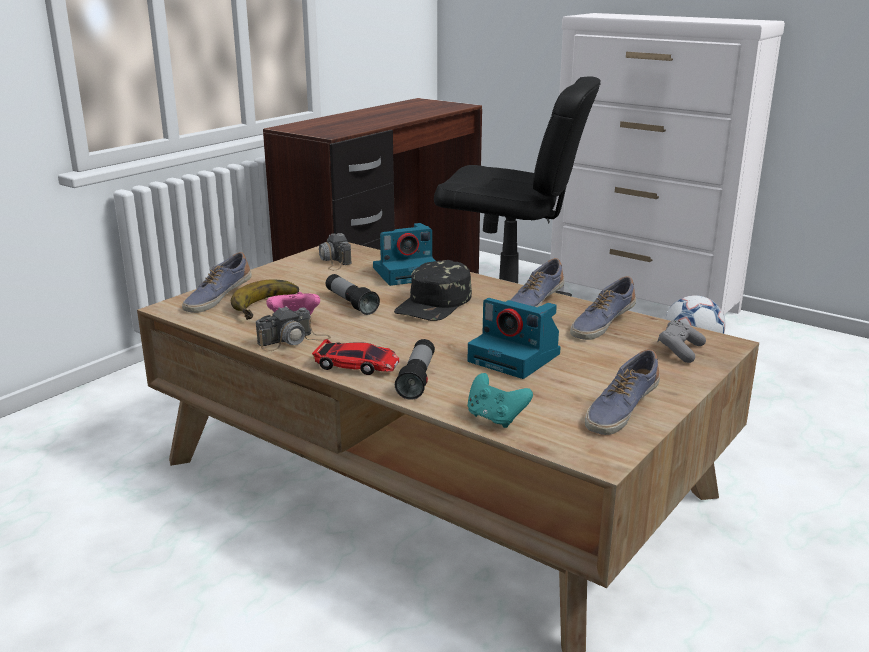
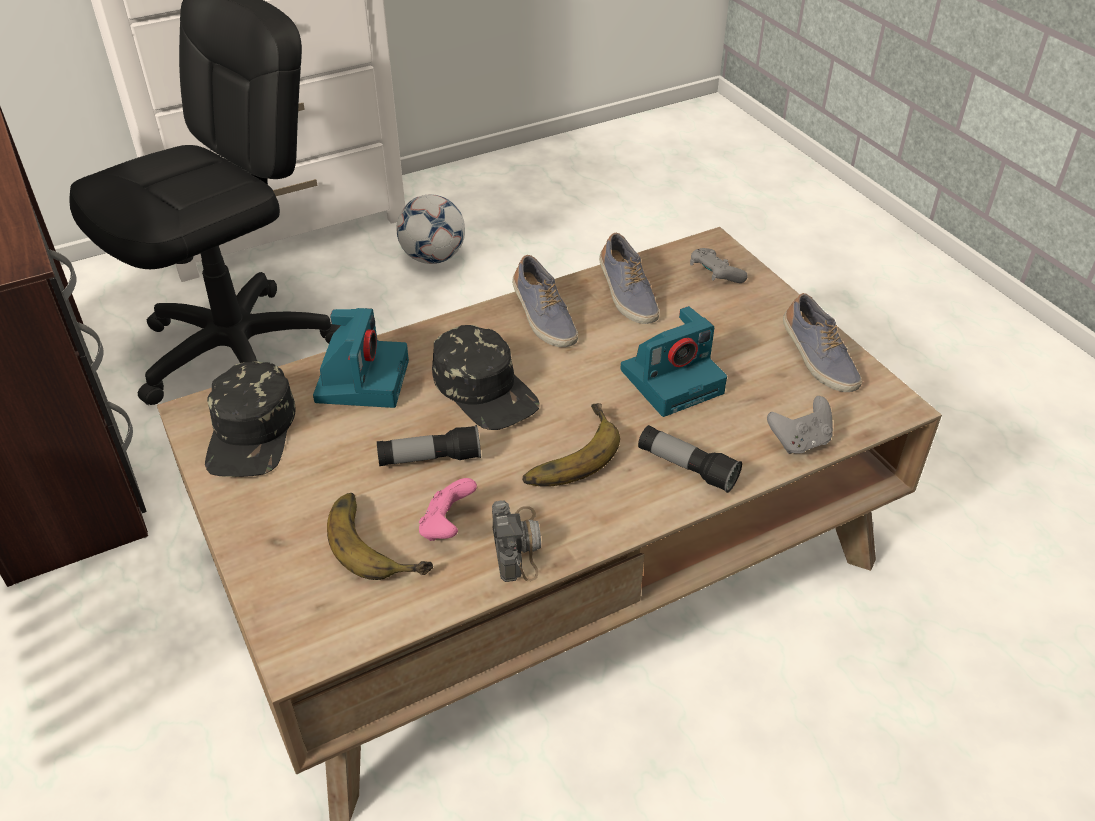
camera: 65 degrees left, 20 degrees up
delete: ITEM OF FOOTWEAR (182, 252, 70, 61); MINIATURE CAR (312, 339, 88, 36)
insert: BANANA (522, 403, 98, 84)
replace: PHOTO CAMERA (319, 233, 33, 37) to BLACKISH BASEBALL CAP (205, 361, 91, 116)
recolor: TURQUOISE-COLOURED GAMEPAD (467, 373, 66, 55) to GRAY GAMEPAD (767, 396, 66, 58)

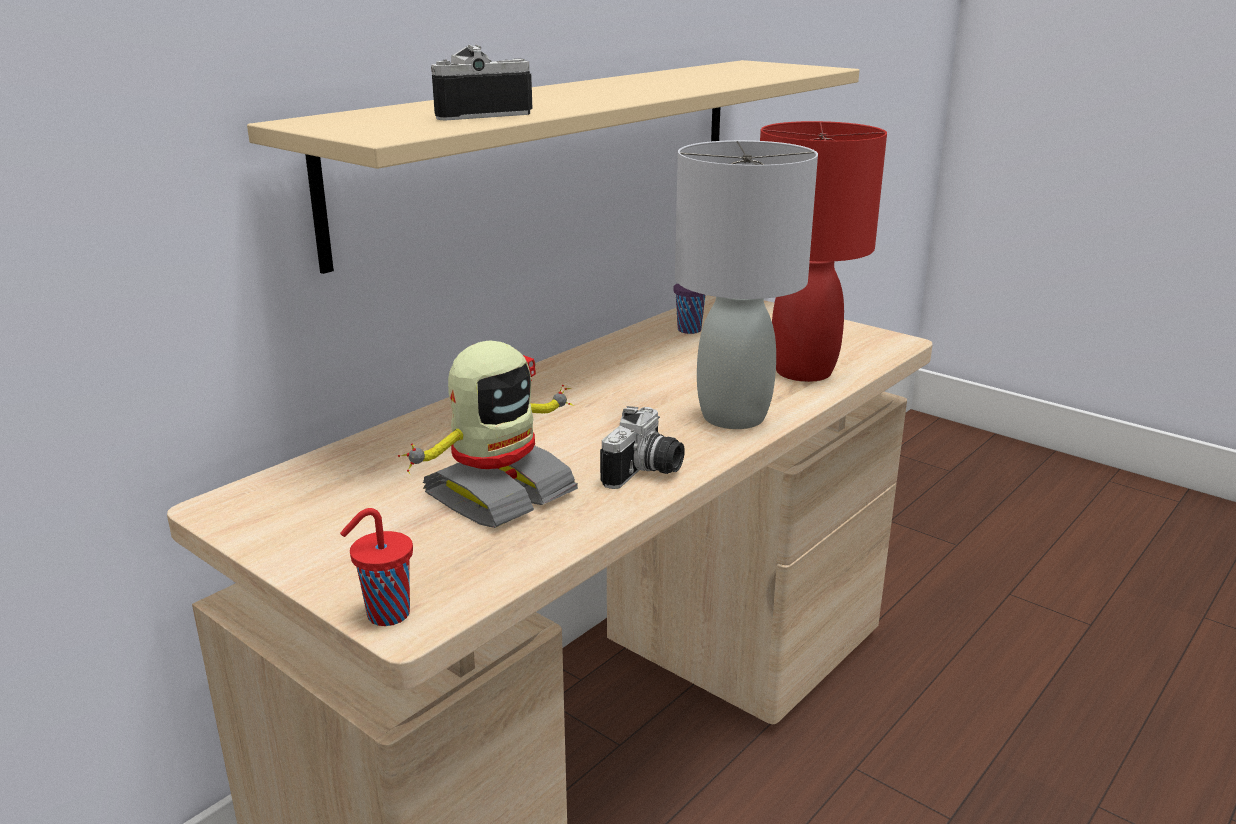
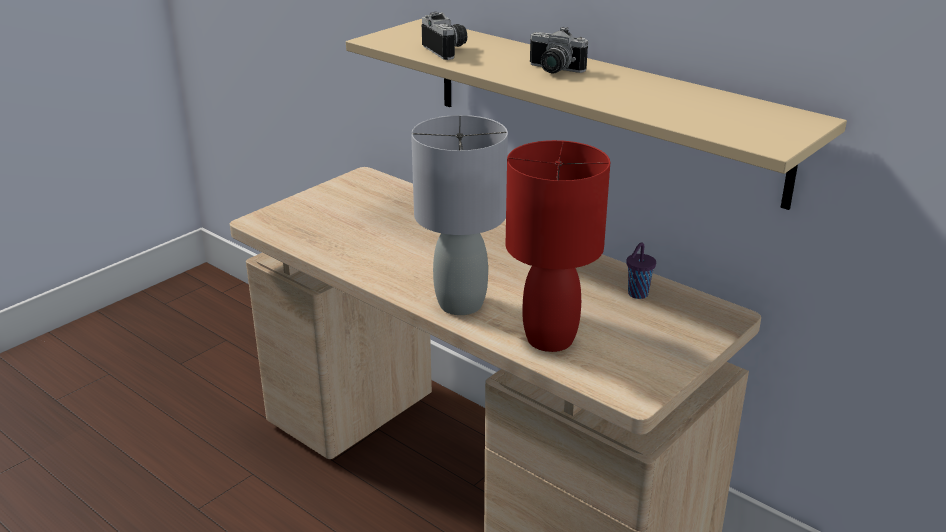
camera: 90 degrees right, 5 degrees up
delete: RED SMALL CUP (340, 508, 73, 118); MODEL ROBOT (398, 340, 180, 188)
move: PHOTO CAMERA (600, 406, 85, 83) to (530, 27, 58, 46)

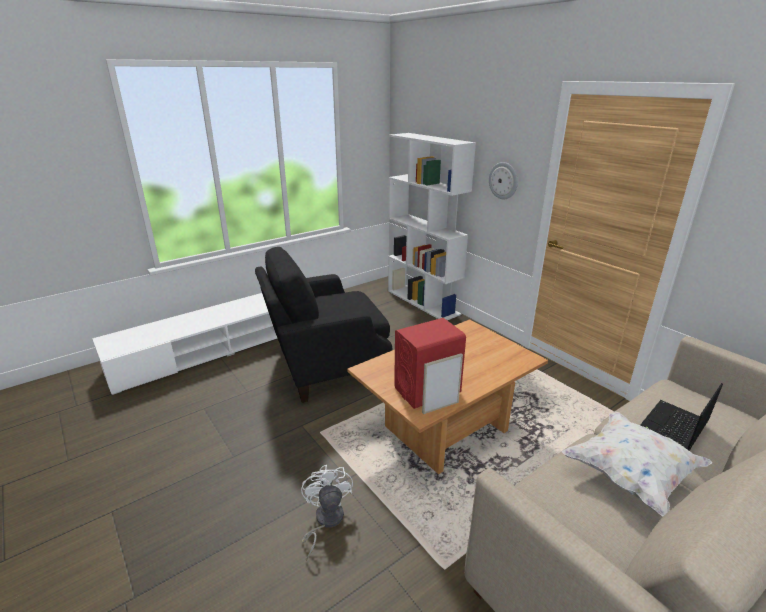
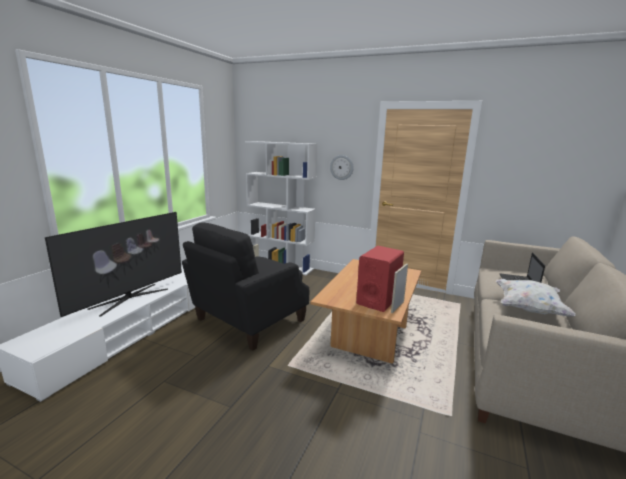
camera: 30 degrees left, 10 degrees down
delete: WHITE-COLOURED ELECTRIC FAN (301, 464, 52, 97)
insert: TV SET (45, 212, 137, 105)

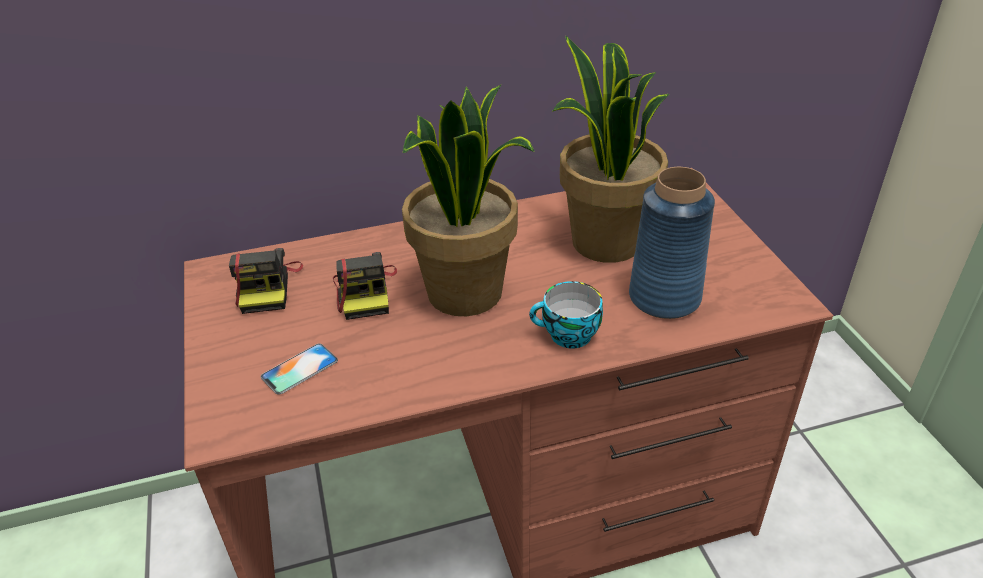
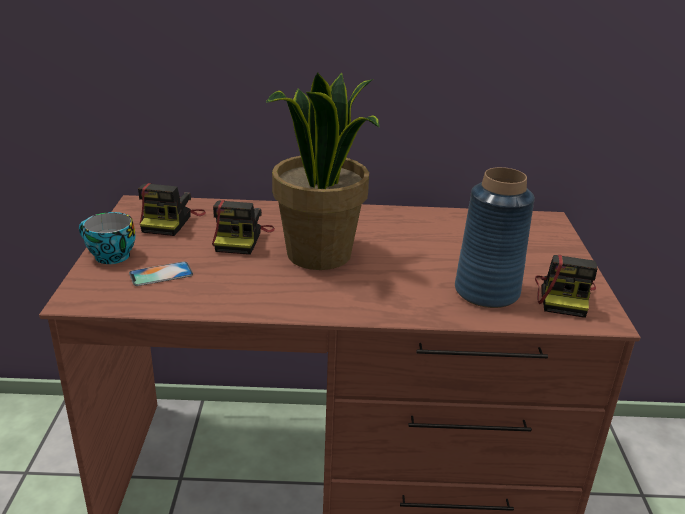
camera: 15 degrees right, 10 degrees down
delete: POTTED PLANT (552, 36, 118, 227)
insert: PHOTO CAMERA (535, 255, 62, 63)
move: SMALL CUP (529, 281, 74, 67) to (79, 212, 57, 52)

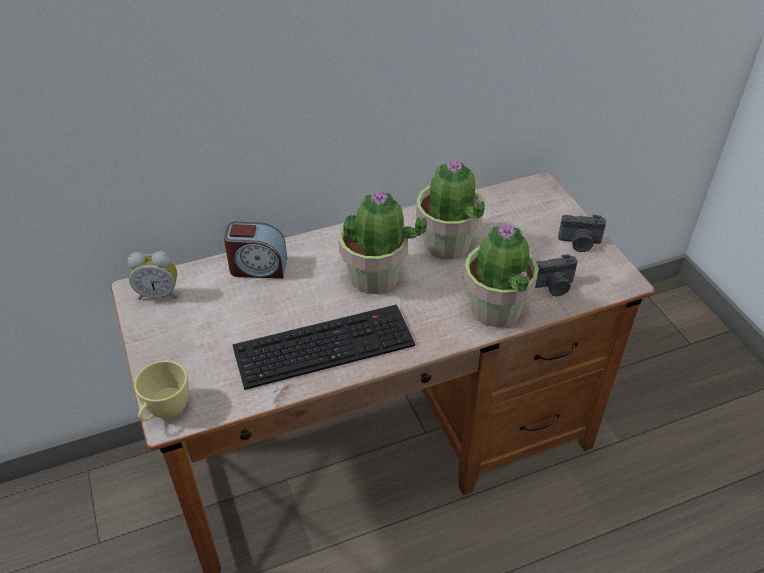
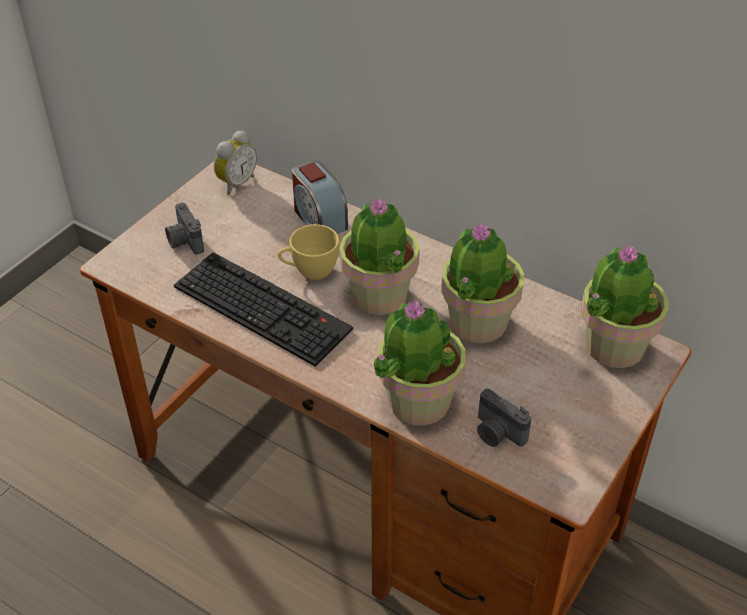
camera: 55 degrees right, 0 degrees up
insert: POTTED PLANT (581, 244, 88, 124)
move: YELLOW SMALL CUP (134, 361, 55, 61) to (278, 224, 61, 56); PHOTO CAMERA (558, 215, 48, 37) to (165, 203, 39, 51)
rotate: BEDSIDE CLOCK (128, 251, 49, 49) = (214, 130, 43, 65) 105 degrees counterclockwise

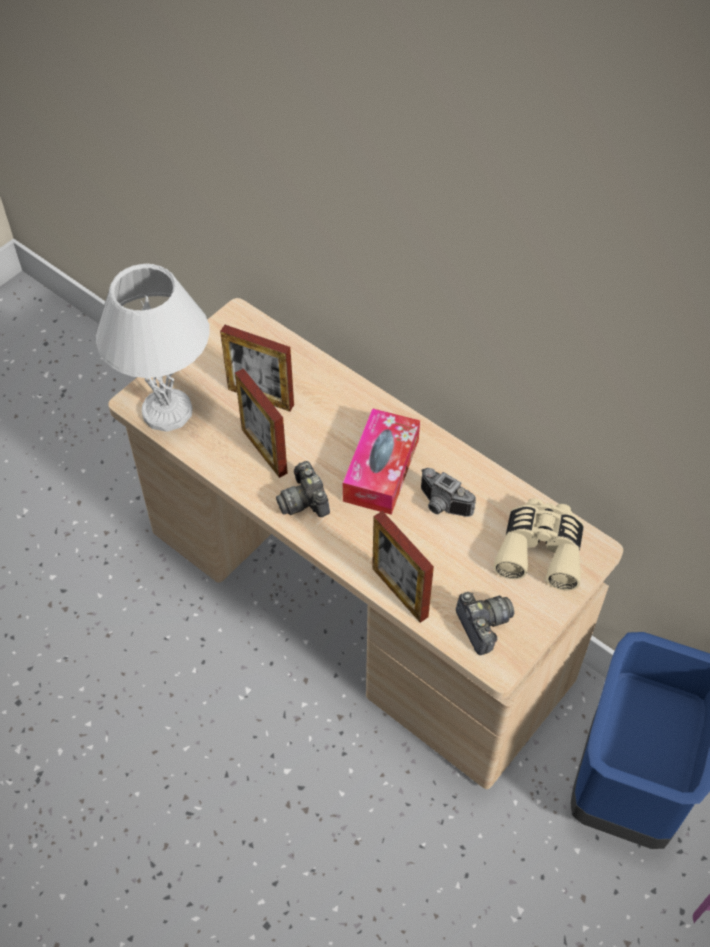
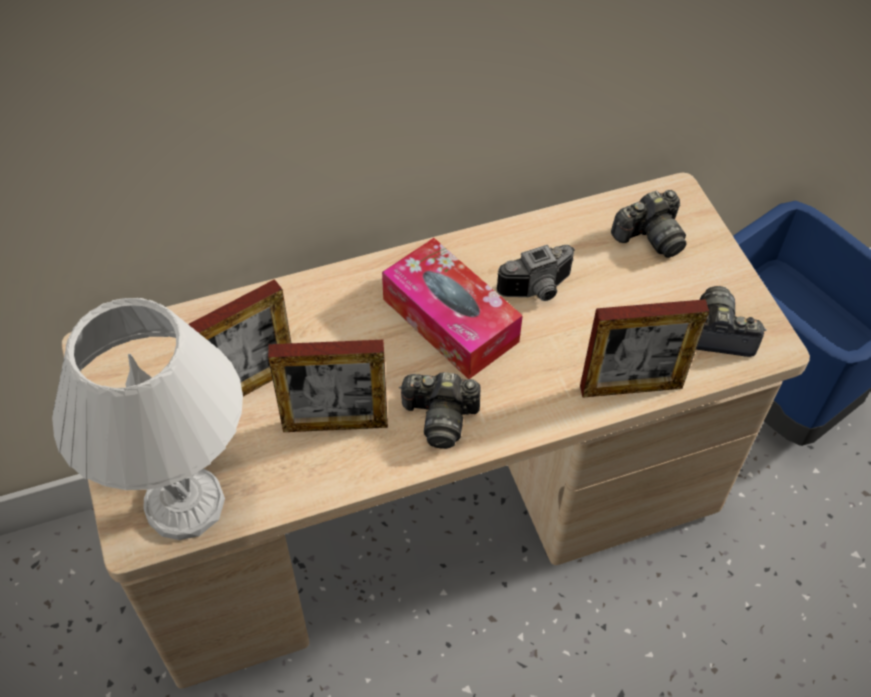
camera: 60 degrees left, 0 degrees up
replace: SAND-COLOURED FIELD GLASSES (494, 498, 90, 92) to PHOTO CAMERA (611, 190, 75, 68)

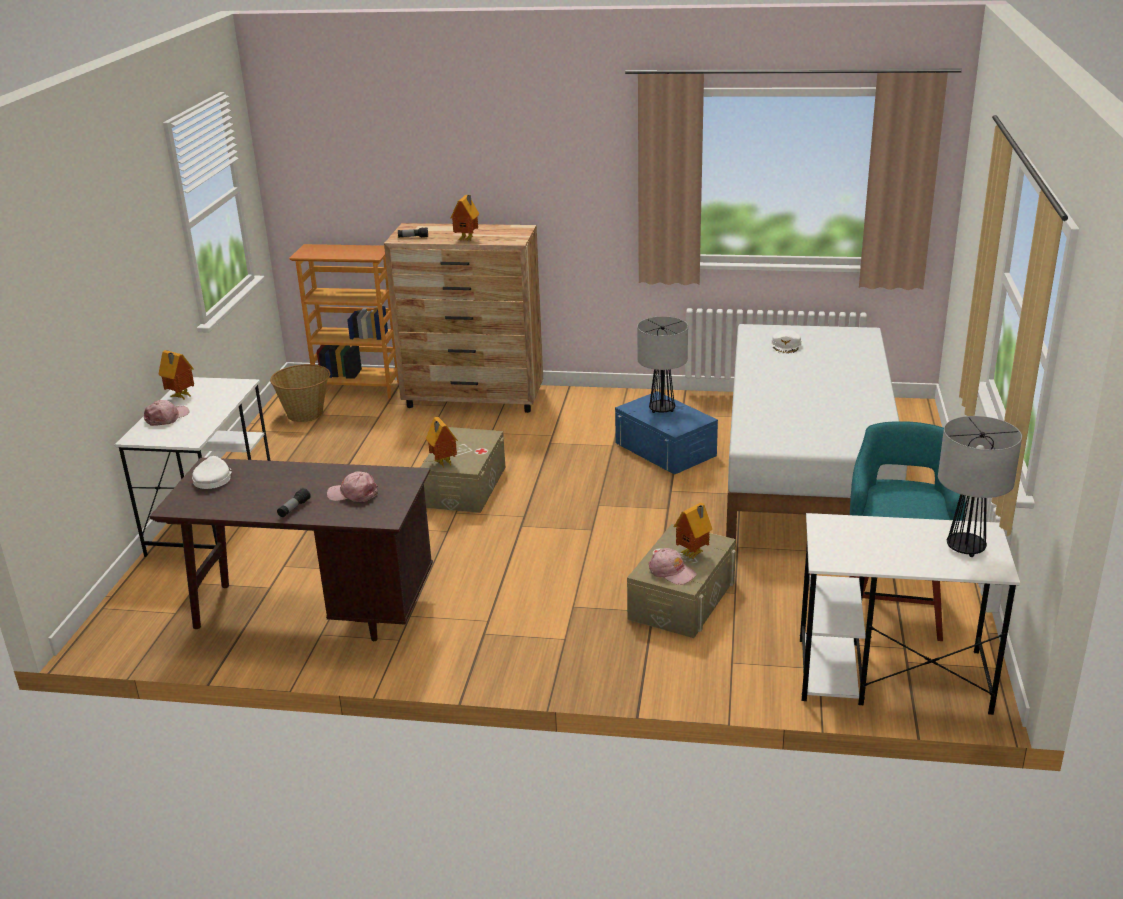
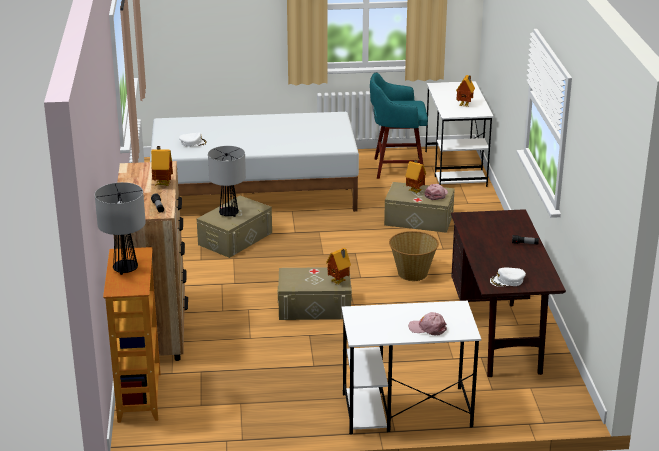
camera: 105 degrees left, 0 degrees up
delete: PINK BASEBALL CAP (327, 471, 51, 31)
move: MODEL HOUSE (158, 350, 36, 49) to (456, 75, 19, 31); STORAGE BASKET (270, 364, 60, 58) to (389, 231, 50, 50); TABLE LAMP (938, 416, 84, 141) to (95, 182, 51, 93)
recolor: BLUISH STORAGE BIN (615, 391, 103, 84) to SAND-COLOURED STORAGE BIN (197, 195, 75, 63)

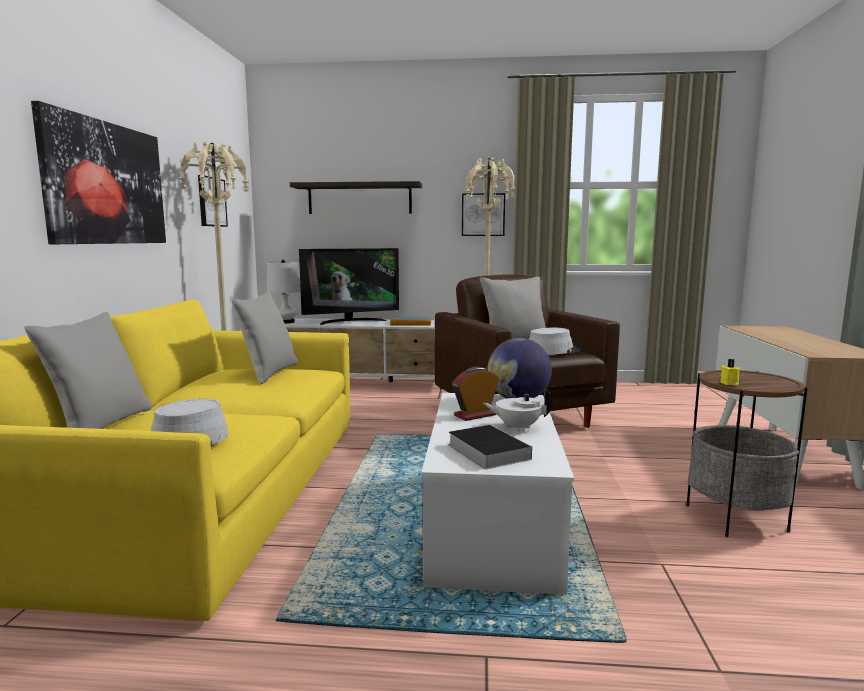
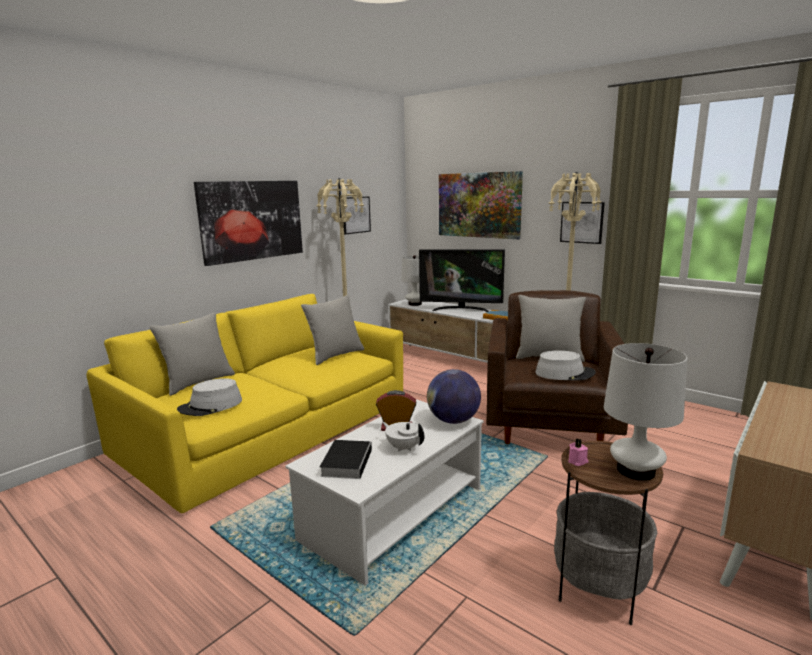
camera: 35 degrees right, 5 degrees up
insert: WHITE-COLOURED TABLE LAMP (604, 343, 83, 138)
replace: BRACKET SHELF (290, 181, 132, 33) to WALL ART (439, 171, 84, 68)
recolor: YELLOW CANDLE (720, 359, 20, 27) to PINK CANDLE (568, 438, 20, 28)

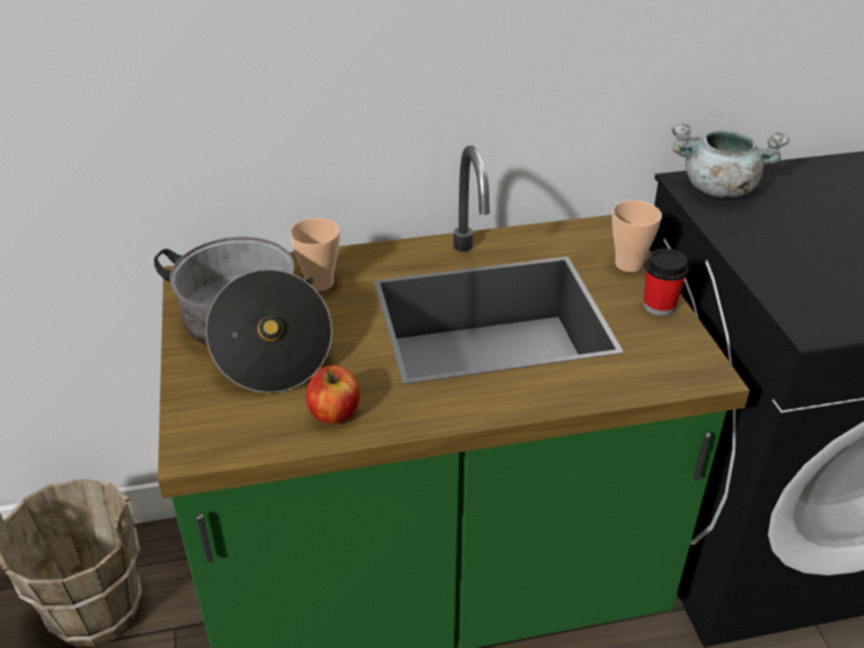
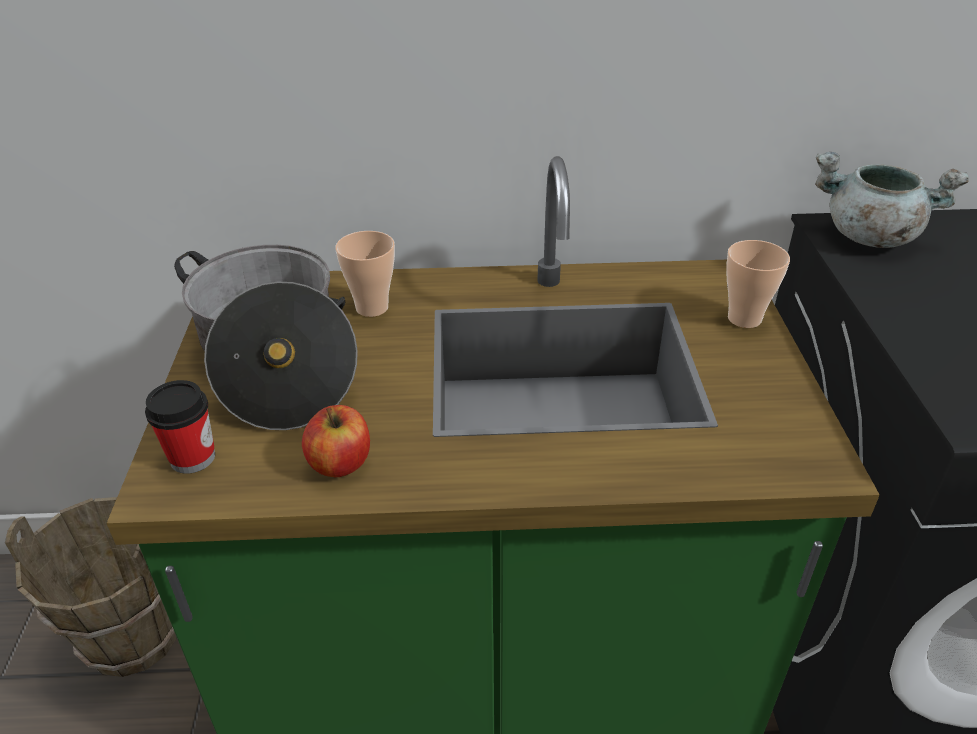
camera: 10 degrees right, 0 degrees up
move: SMALL CUP (644, 249, 44, 67) to (145, 380, 70, 94)

